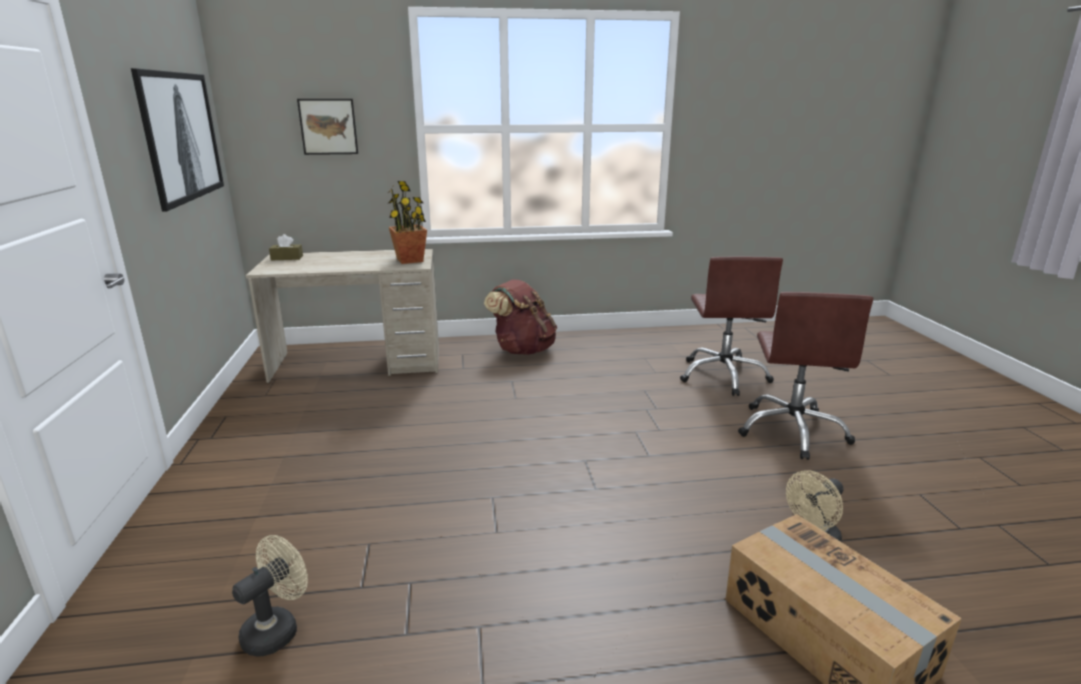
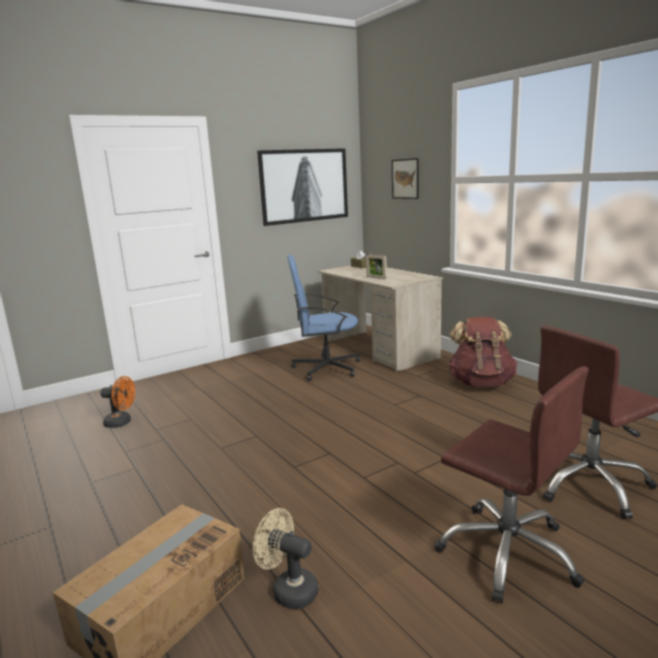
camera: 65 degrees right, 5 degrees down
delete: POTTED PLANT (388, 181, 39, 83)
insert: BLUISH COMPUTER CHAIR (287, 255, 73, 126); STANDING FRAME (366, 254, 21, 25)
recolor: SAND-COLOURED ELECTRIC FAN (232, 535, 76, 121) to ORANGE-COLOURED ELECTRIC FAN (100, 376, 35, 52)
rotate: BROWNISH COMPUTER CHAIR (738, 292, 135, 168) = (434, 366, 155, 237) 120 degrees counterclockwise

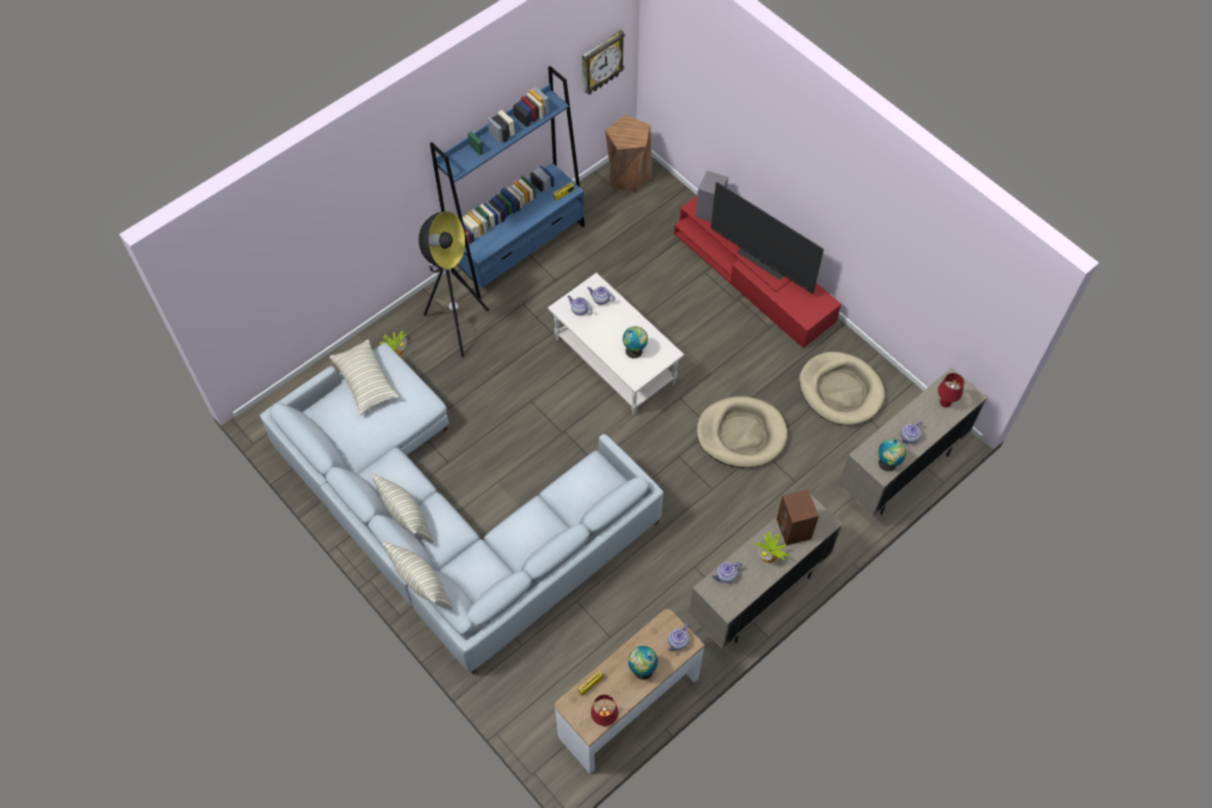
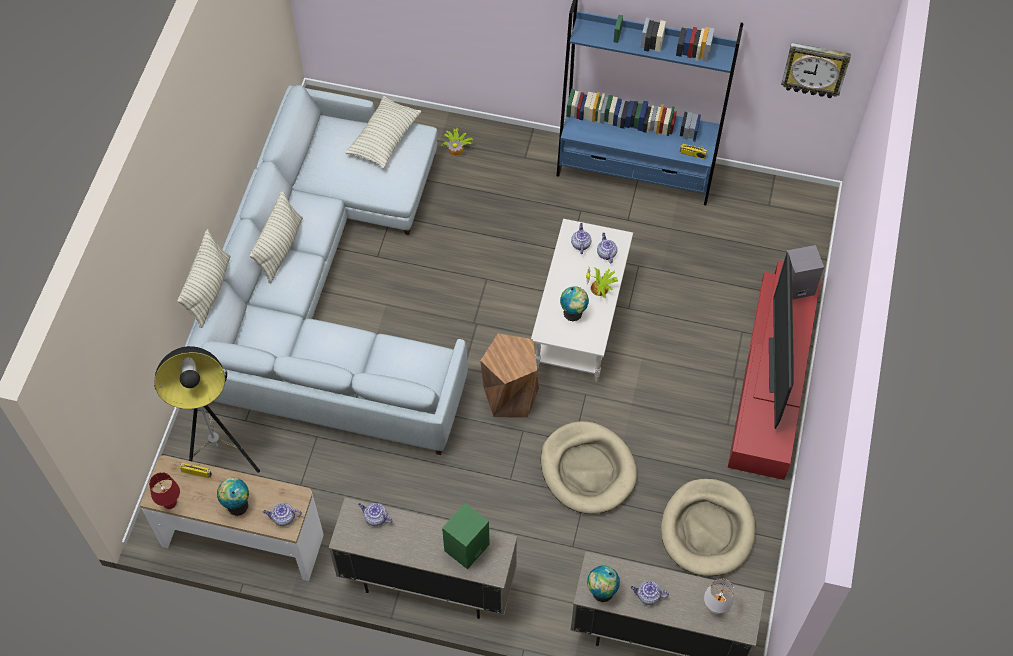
camera: 55 degrees right, 0 degrees up
move: FLOOR LAMP (419, 211, 70, 146) to (154, 346, 106, 127); BROWNISH STOOL SEAT (605, 115, 47, 78) to (480, 333, 59, 85); POTTED PLANT (753, 532, 36, 31) to (586, 267, 32, 31)
recolor: BROWNISH AUDIO SPEAKER (776, 489, 43, 56) to GREEN AUDIO SPEAKER (442, 503, 48, 66); RED TABLE LAMP (938, 373, 26, 34) to WHITE-COLOURED TABLE LAMP (704, 579, 30, 35)

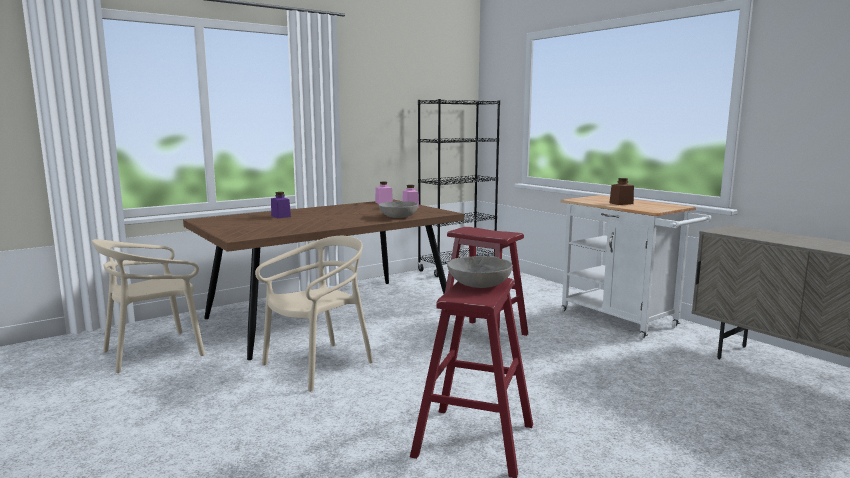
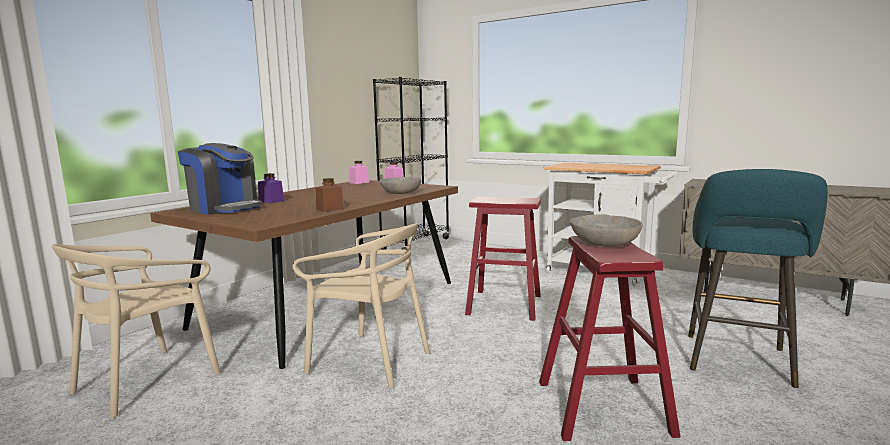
camera: 20 degrees left, 0 degrees up
insert: COFFEE MACHINE (178, 143, 84, 72); TURQUOISE-COLOURED STOOL SEAT (688, 169, 140, 219)
move: BROWNISH STORAGE JAR (609, 178, 25, 27) to (316, 178, 28, 34)
rotate: SAND-COLOURED UPRIGHT CHAIR (255, 236, 118, 156) = (292, 223, 138, 165) 90 degrees clockwise

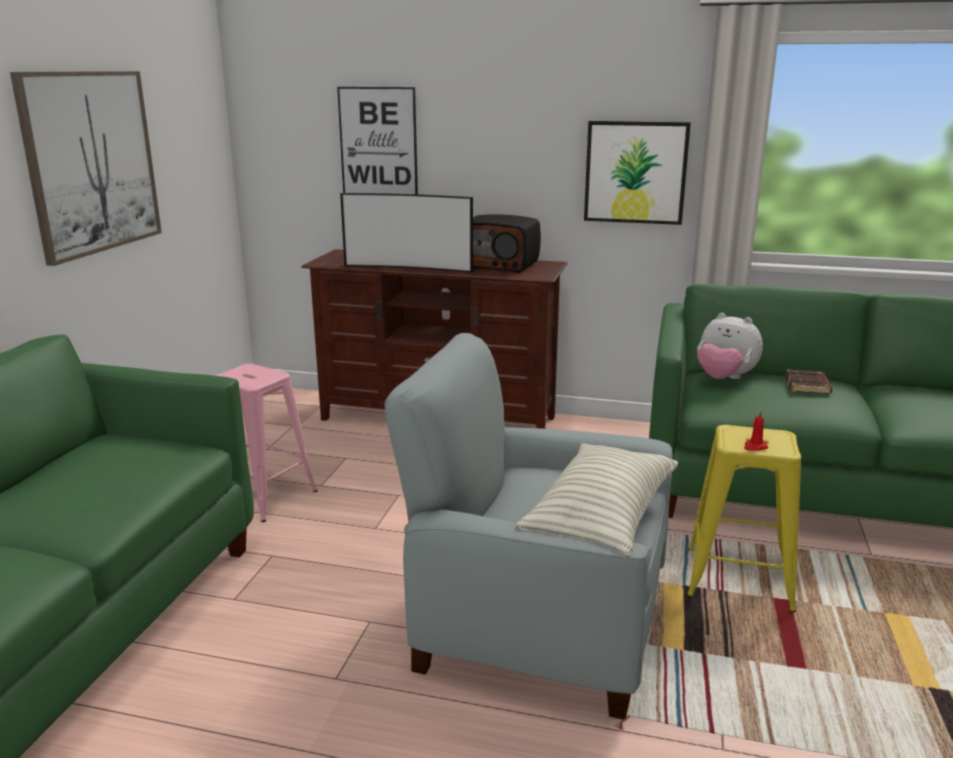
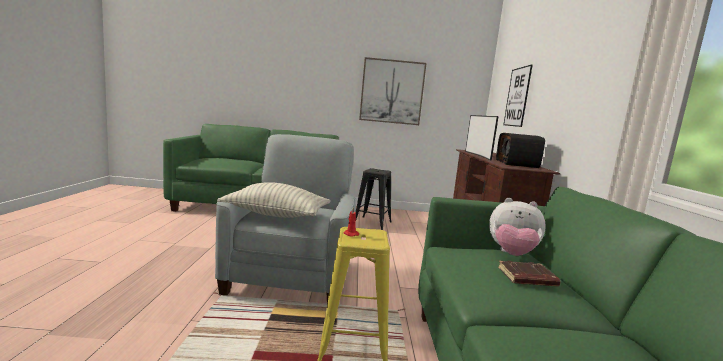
camera: 75 degrees right, 10 degrees down
delete: WALL ART (584, 121, 107, 104)
recolor: PINK STOOL SEAT (214, 364, 104, 158) to BLACKISH STOOL SEAT (356, 168, 36, 62)
rotate: PLUSH TOY (697, 313, 66, 66) = (489, 198, 57, 58) 90 degrees counterclockwise

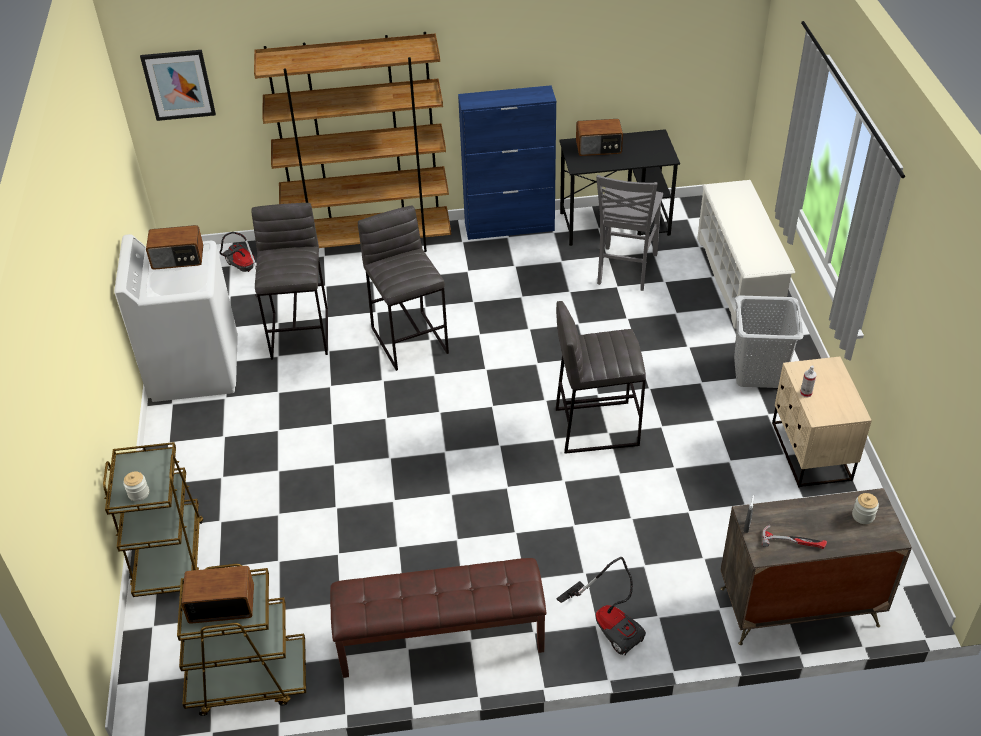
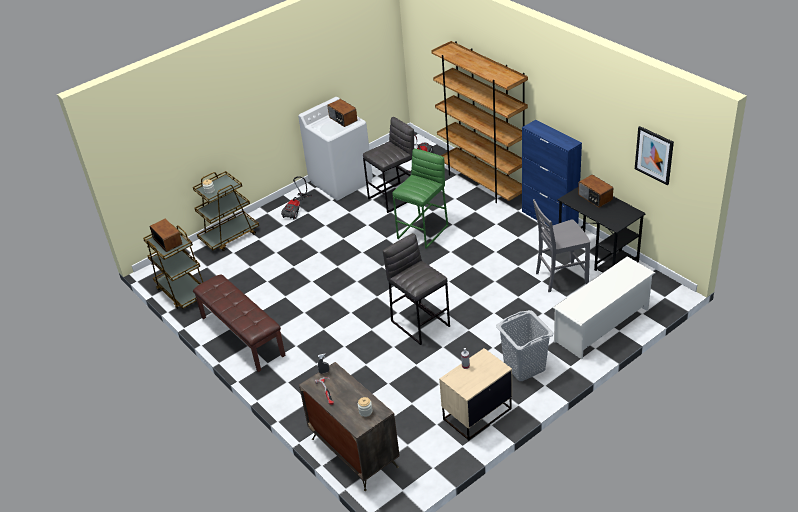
camera: 60 degrees right, 5 degrees down
move: WALL ART (140, 50, 76, 71) to (635, 126, 39, 59); VACUUM CLEANER (557, 557, 89, 99) to (281, 176, 31, 43)
recolor: GRAY STOOL SEAT (358, 206, 91, 165) to GREEN STOOL SEAT (392, 148, 56, 101)

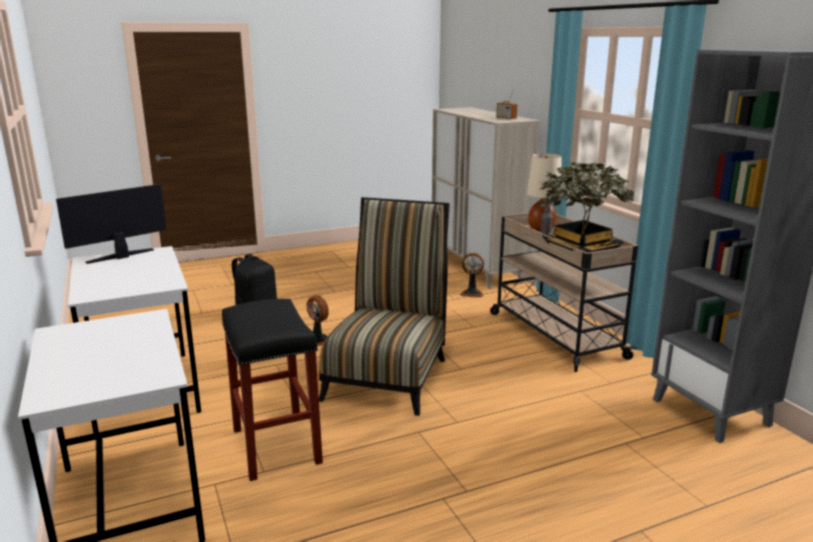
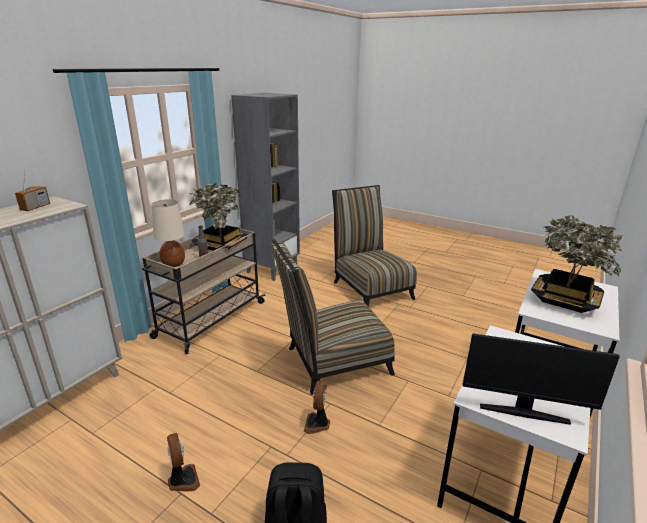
camera: 125 degrees left, 5 degrees up
delete: BLACKISH STOOL SEAT (222, 299, 101, 182)
insert: UPRIGHT CHAIR (332, 185, 85, 122); POTTED PLANT (531, 215, 93, 98)
move: ELECTRIC FAN (460, 253, 24, 44) to (167, 433, 33, 59)

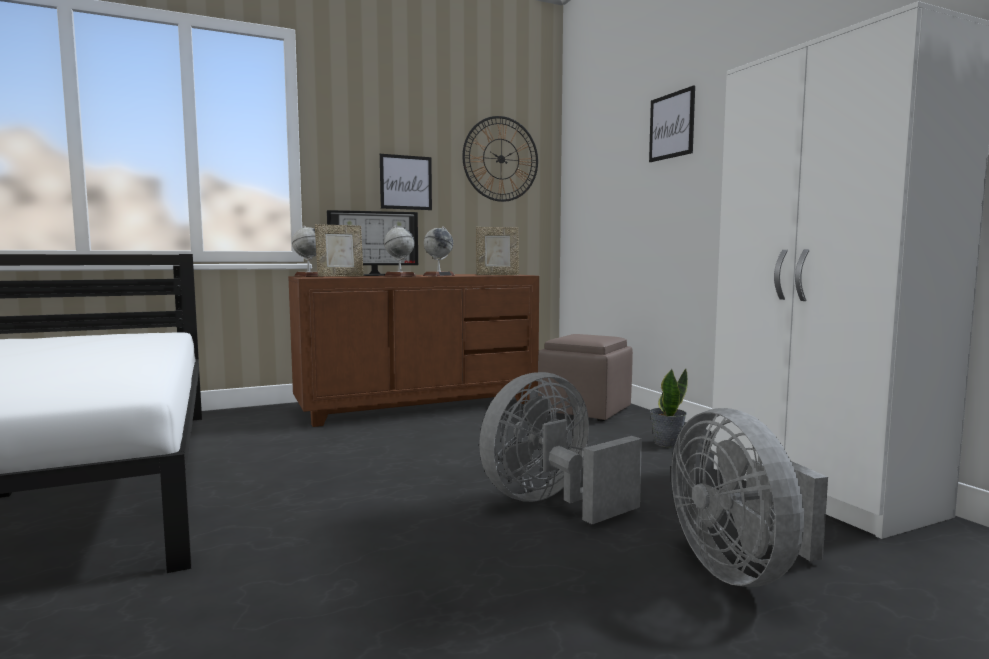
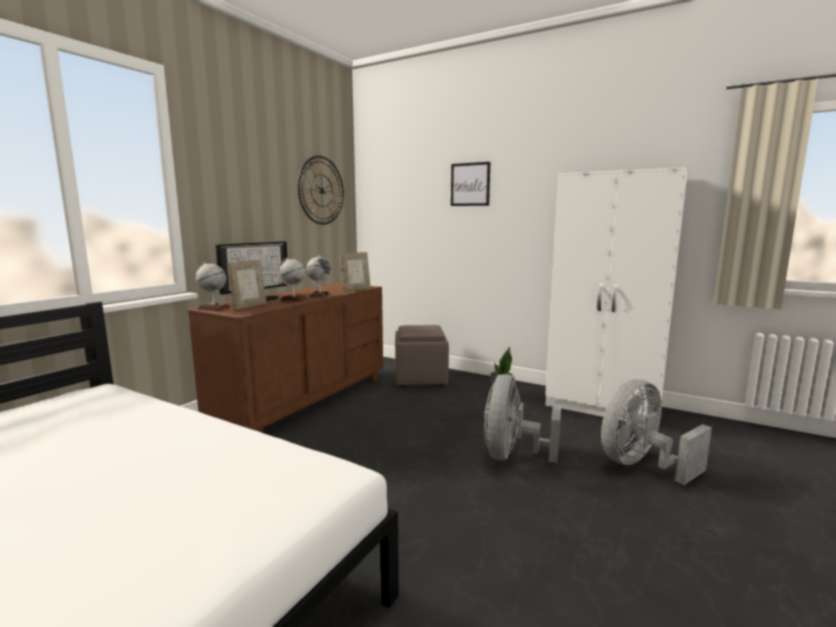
camera: 35 degrees left, 5 degrees up
delete: WALL ART (380, 154, 52, 56)
rotate: GRAY ELECTRIC FAN (671, 408, 157, 179) = (601, 379, 111, 106) 105 degrees clockwise

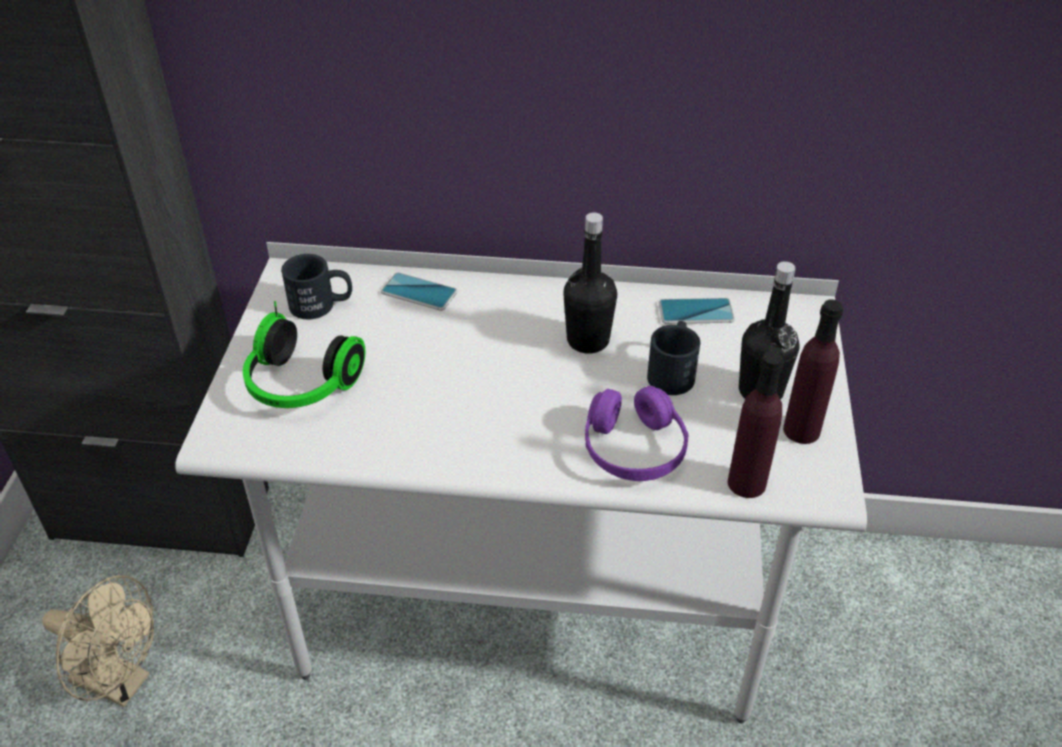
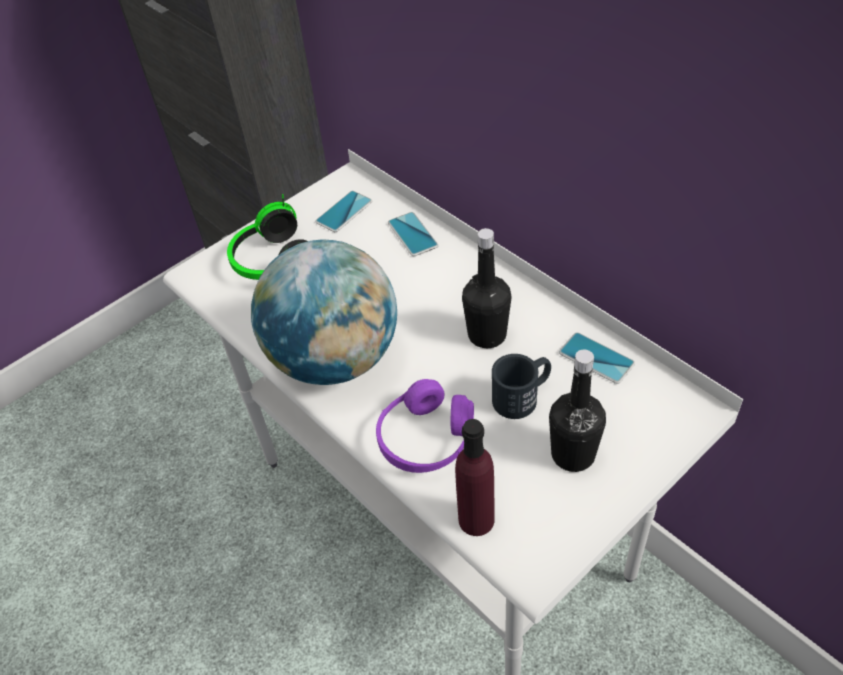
camera: 45 degrees right, 5 degrees up
delete: SAND-COLOURED ELECTRIC FAN (42, 575, 112, 132); PURPLE-COLOURED BEVERAGE BOTTLE (783, 300, 60, 144)
insert: DESK GLOBE (251, 239, 146, 146)
replace: BLACKISH MUG (281, 254, 71, 65) to TELEPHONE (315, 191, 57, 41)

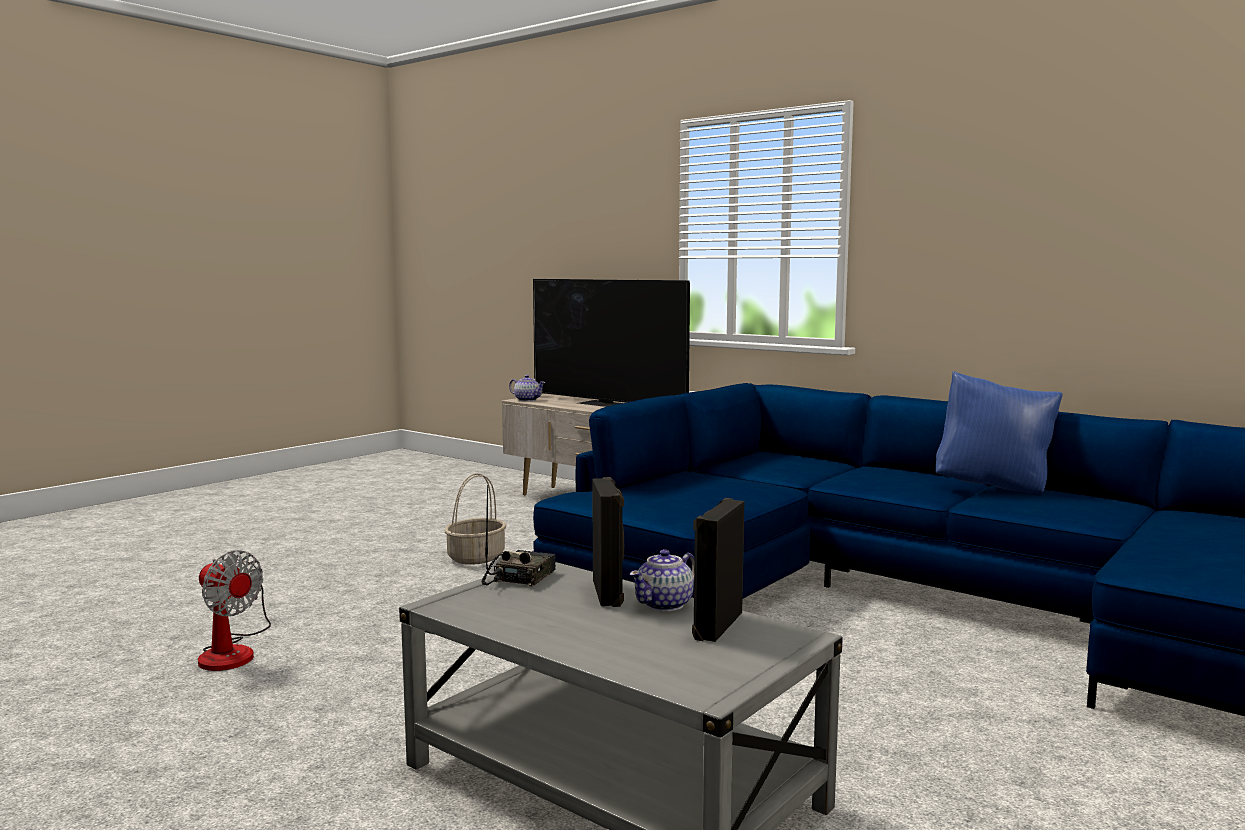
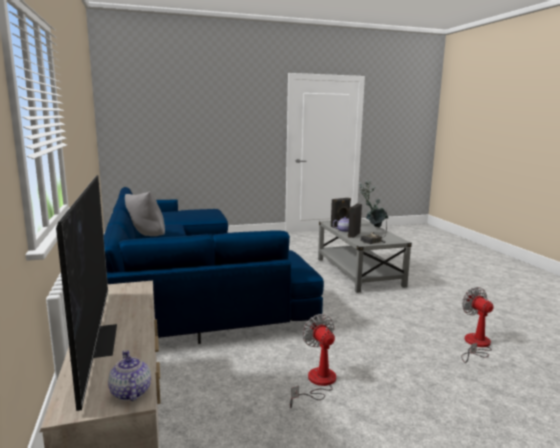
camera: 145 degrees left, 5 degrees up
insert: POTTED PLANT (359, 180, 29, 47)
replace: STORAGE BASKET (445, 473, 61, 92) to ELECTRIC FAN (290, 314, 46, 94)
recolor: BLUISH THROW PILLOW (936, 371, 127, 123) to GRAY THROW PILLOW (125, 191, 40, 45)

